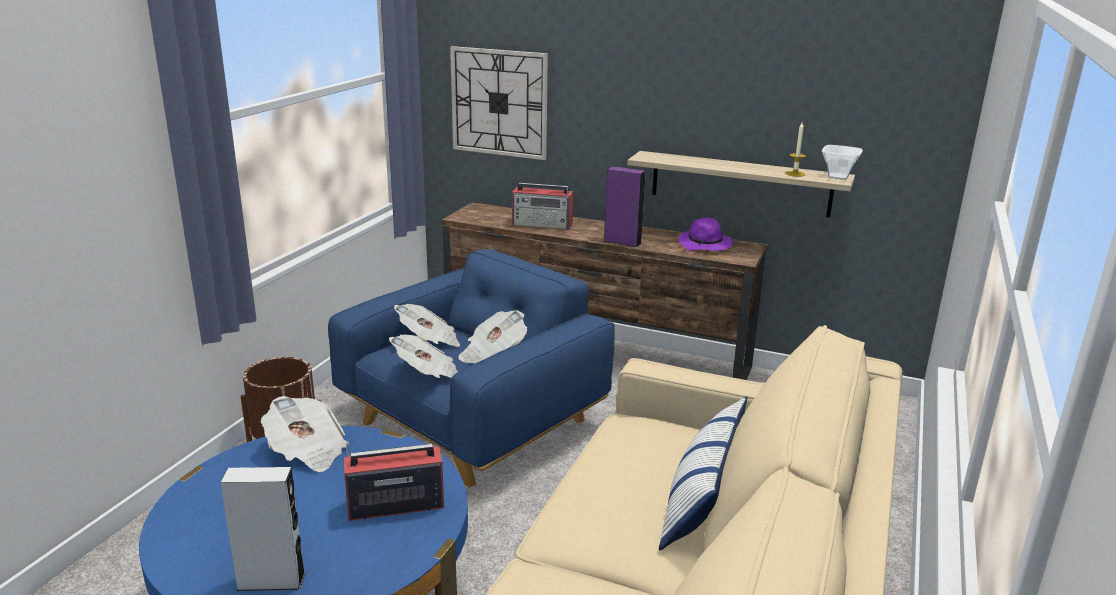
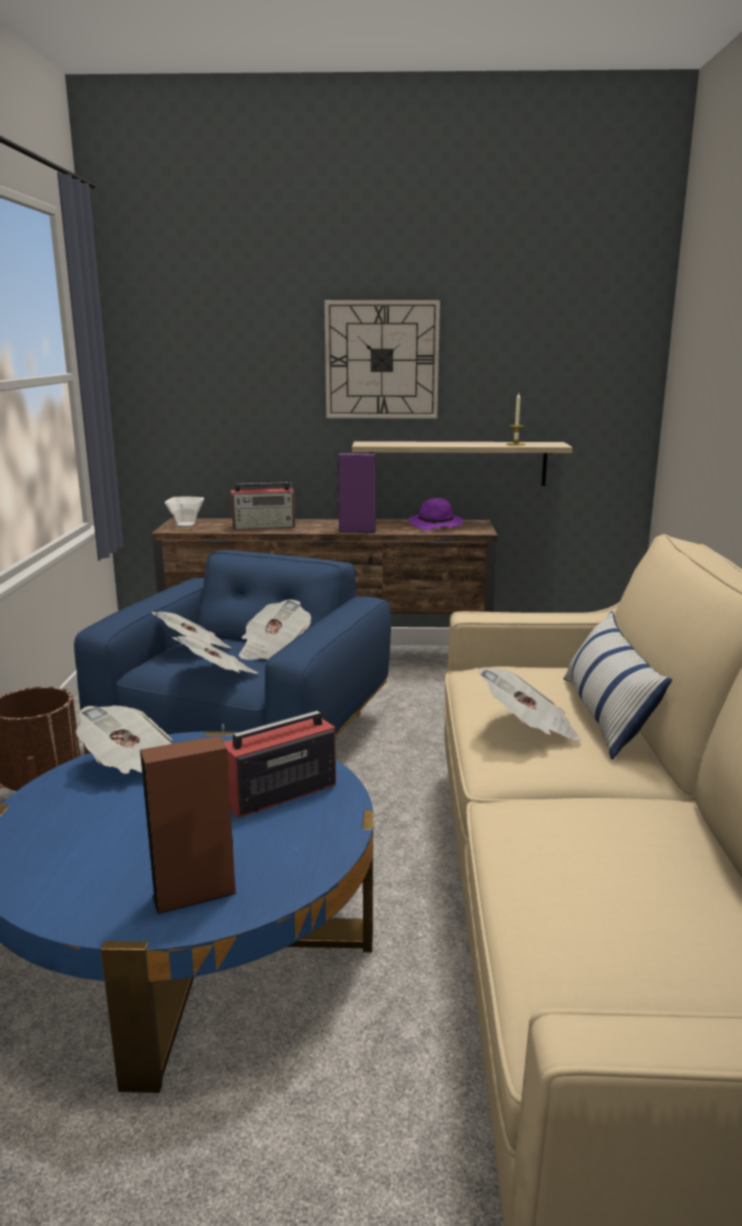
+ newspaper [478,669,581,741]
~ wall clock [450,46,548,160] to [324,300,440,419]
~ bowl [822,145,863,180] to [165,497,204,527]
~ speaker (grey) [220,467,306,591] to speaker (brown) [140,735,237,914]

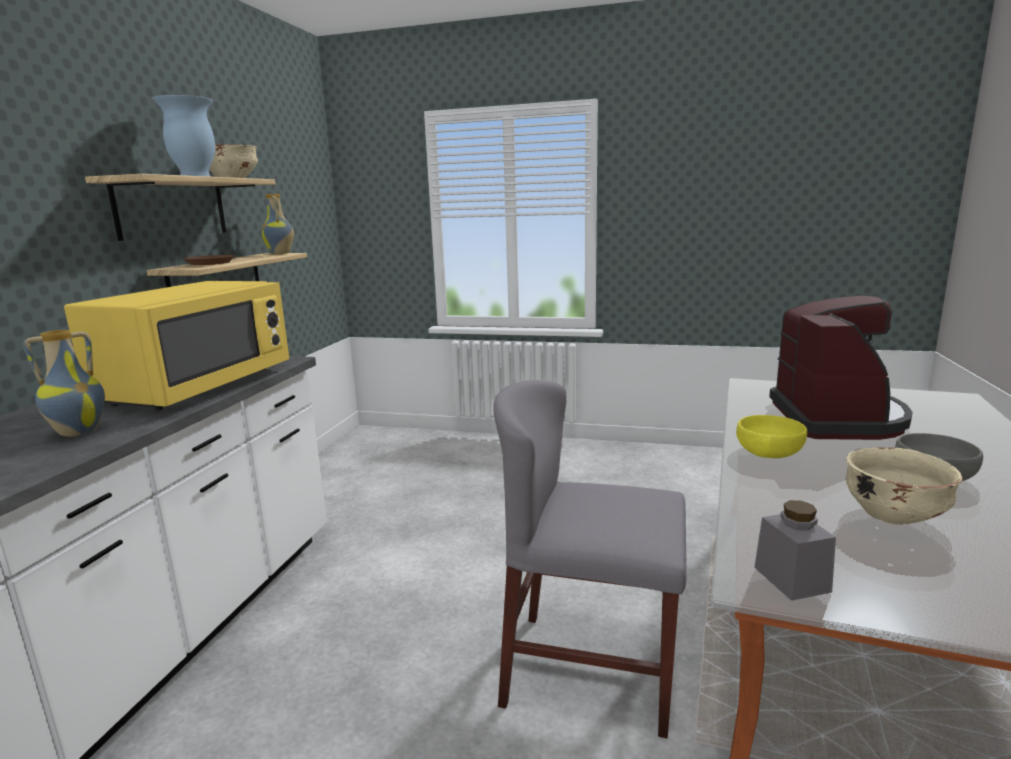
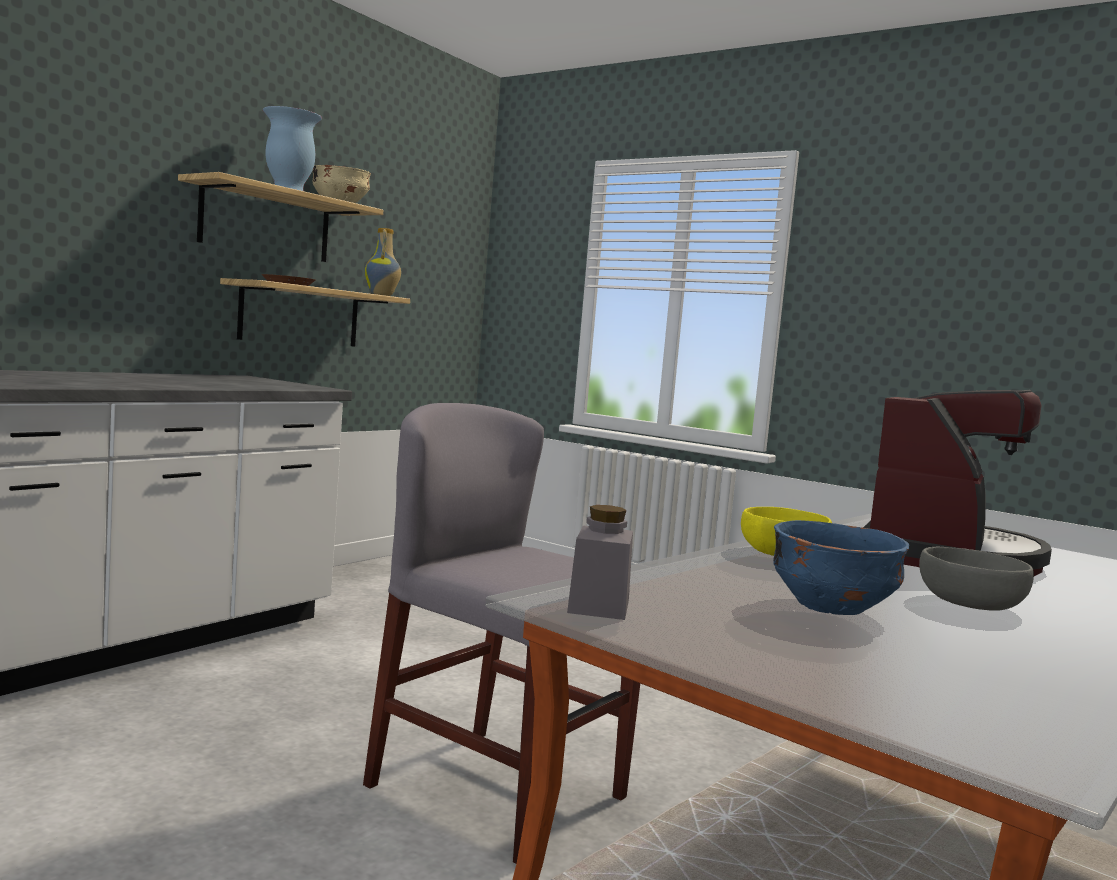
- vase [23,330,105,437]
- microwave (yellow) [64,281,289,411]
~ bowl (beige) [846,447,962,525] to bowl (blue) [773,520,910,615]

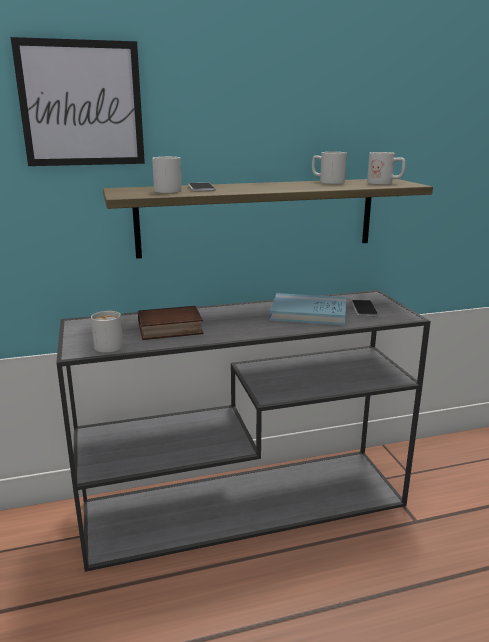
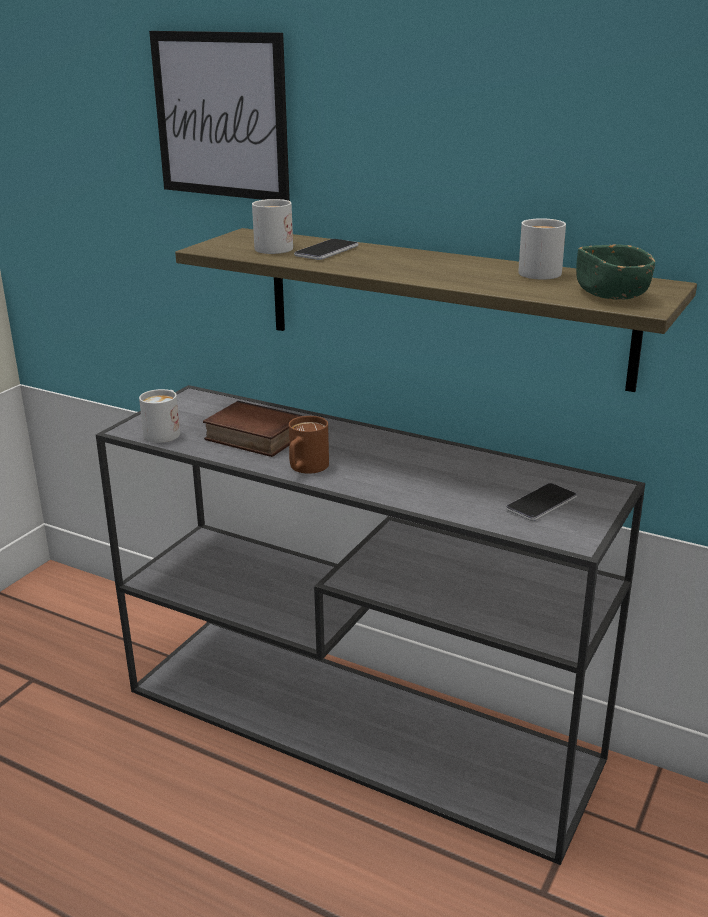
- book (blue) [269,293,346,325]
+ mug (brown) [289,416,329,474]
~ mug (white) [367,152,405,185] to bowl (green) [576,244,655,300]

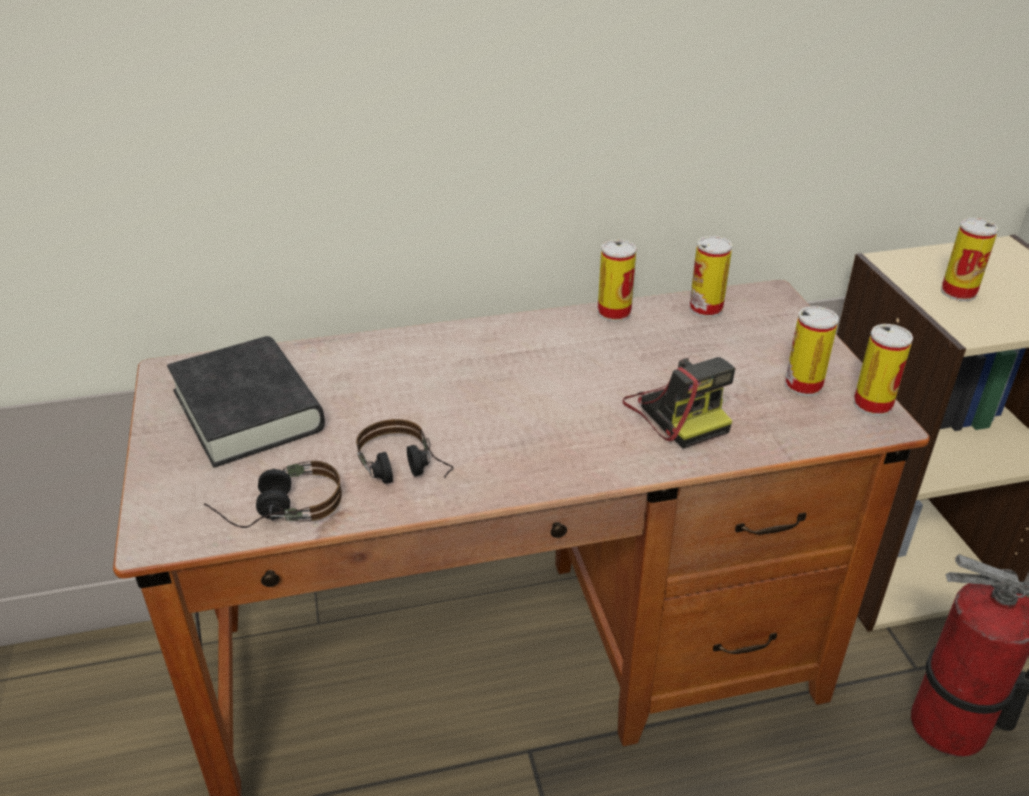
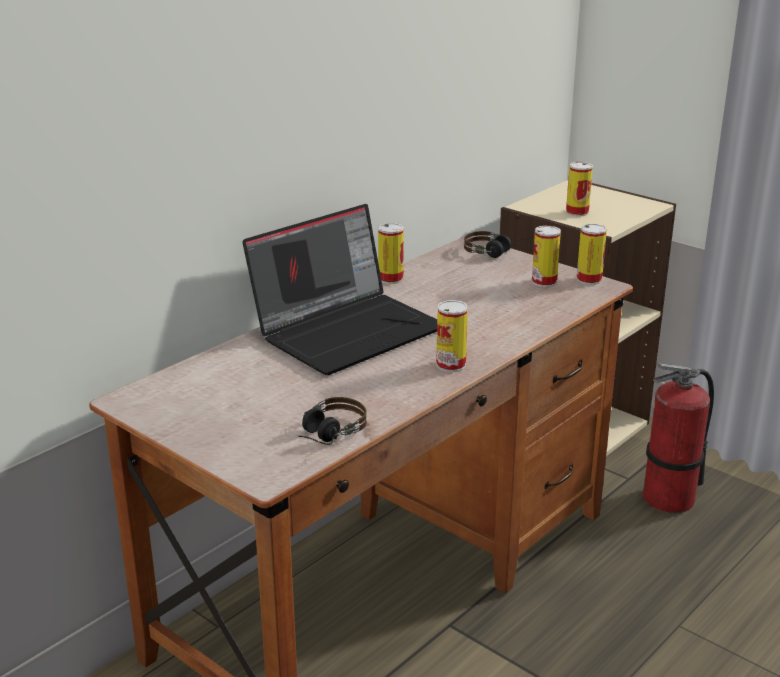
- book (black) [167,336,325,468]
- photo camera [622,357,736,448]
+ laptop [243,204,437,375]
~ headphones [356,419,454,484] to [464,231,535,258]
~ can [689,236,733,317] to [436,300,468,372]

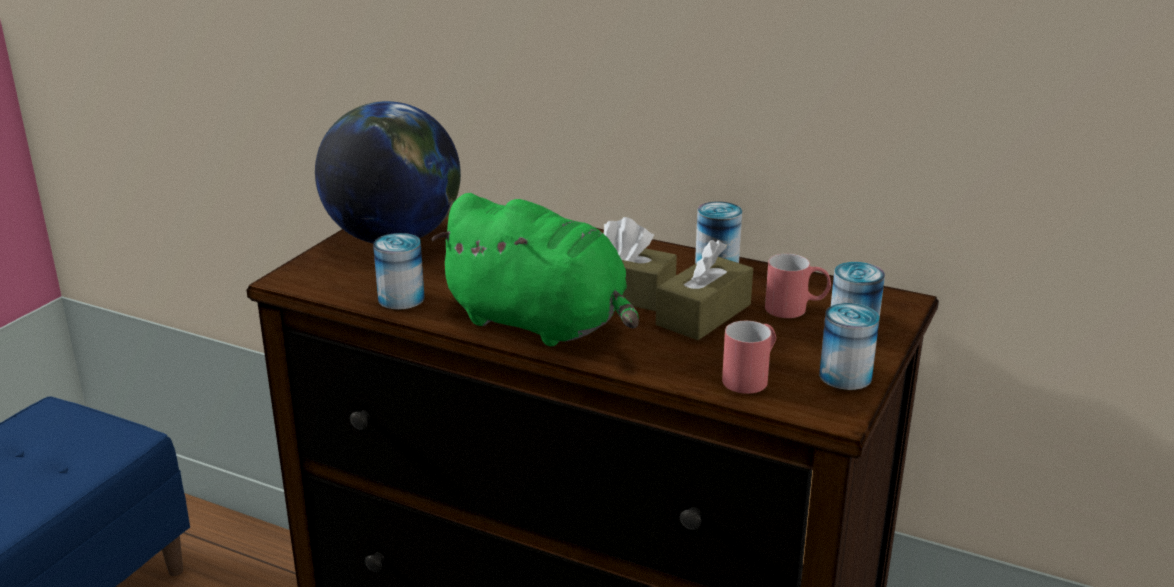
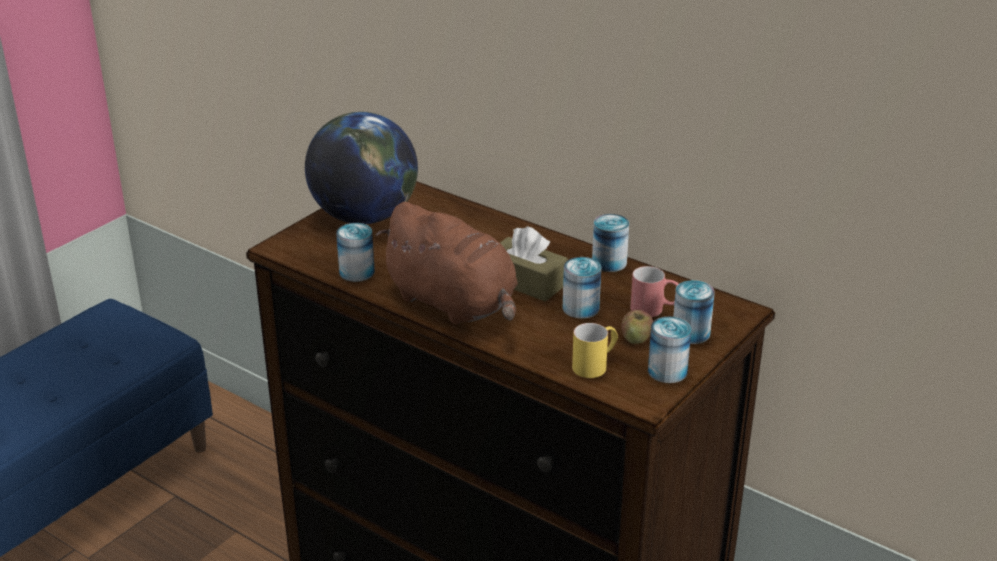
+ apple [621,310,653,344]
~ tissue box (brown) [656,240,753,340] to can [563,257,601,319]
~ plush toy (green) [431,193,639,346] to plush toy (brown) [376,202,518,325]
~ mug (red) [722,321,776,394] to mug (yellow) [572,323,618,378]

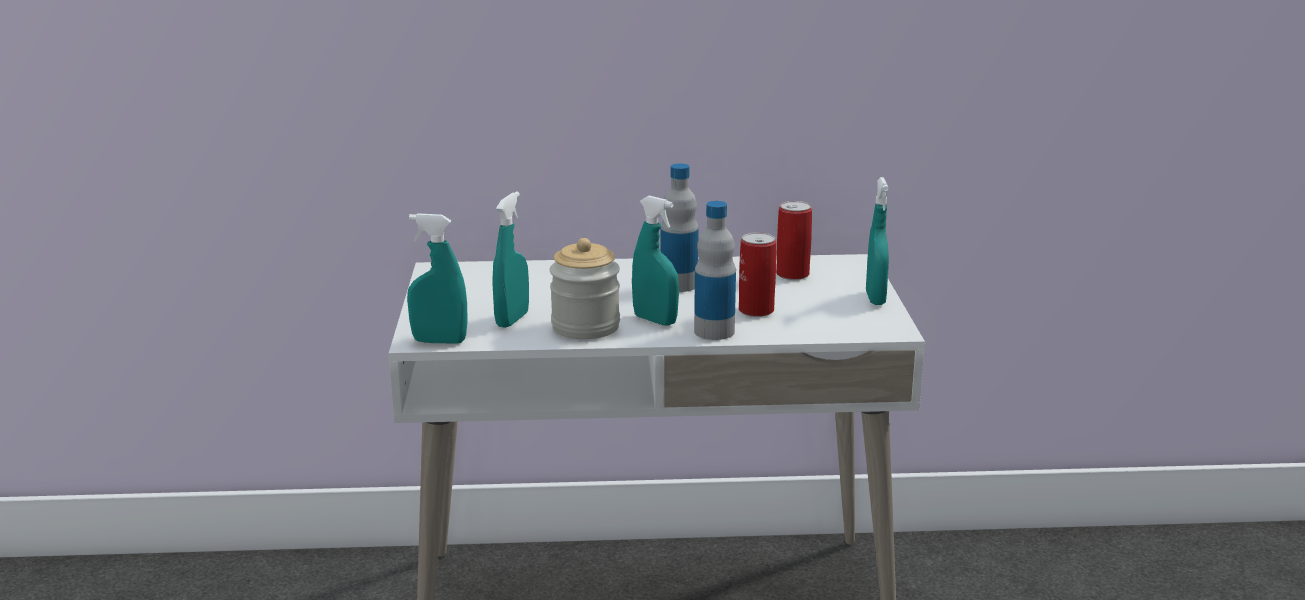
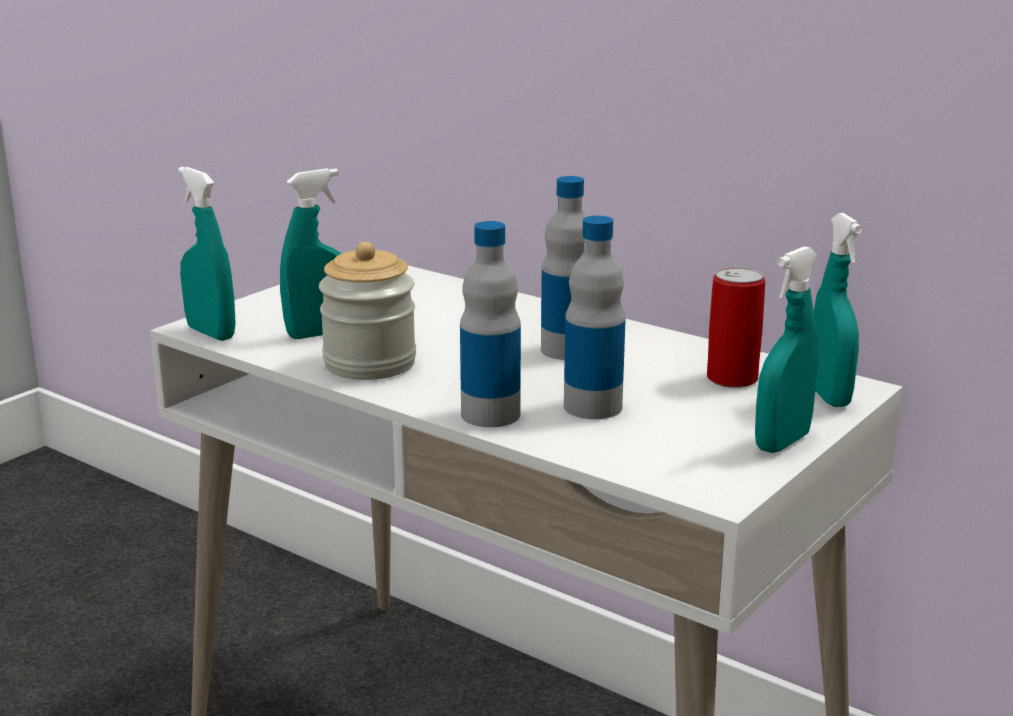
~ spray bottle (turquoise) [632,196,679,326] to [814,213,862,407]
~ can [739,232,776,317] to bottle [564,216,626,419]

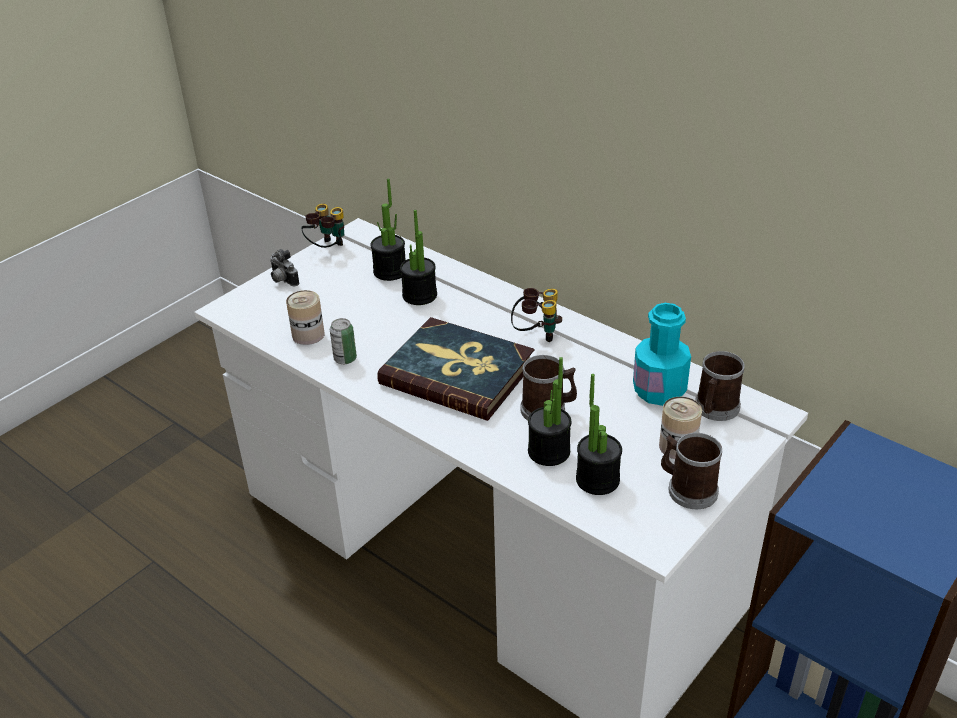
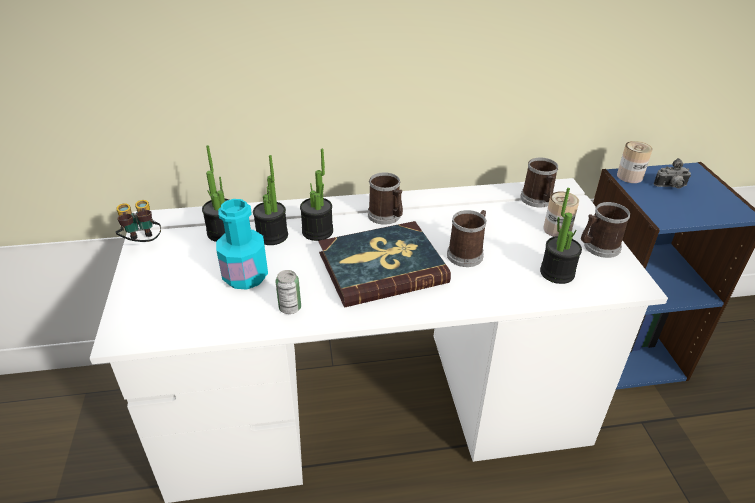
~ photo camera [270,249,299,286] to [654,158,691,189]
~ can [286,290,325,345] to [617,141,653,183]
~ potted plant [528,357,571,466] to [300,149,333,241]
~ bottle (turquoise) [633,303,691,406] to [216,199,268,290]
~ binoculars [511,288,562,342] to mug [368,172,403,225]

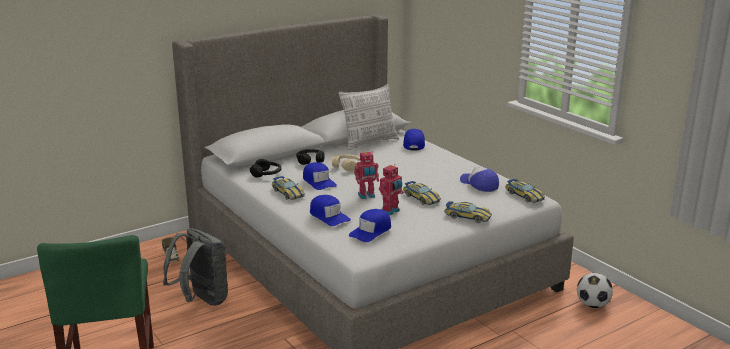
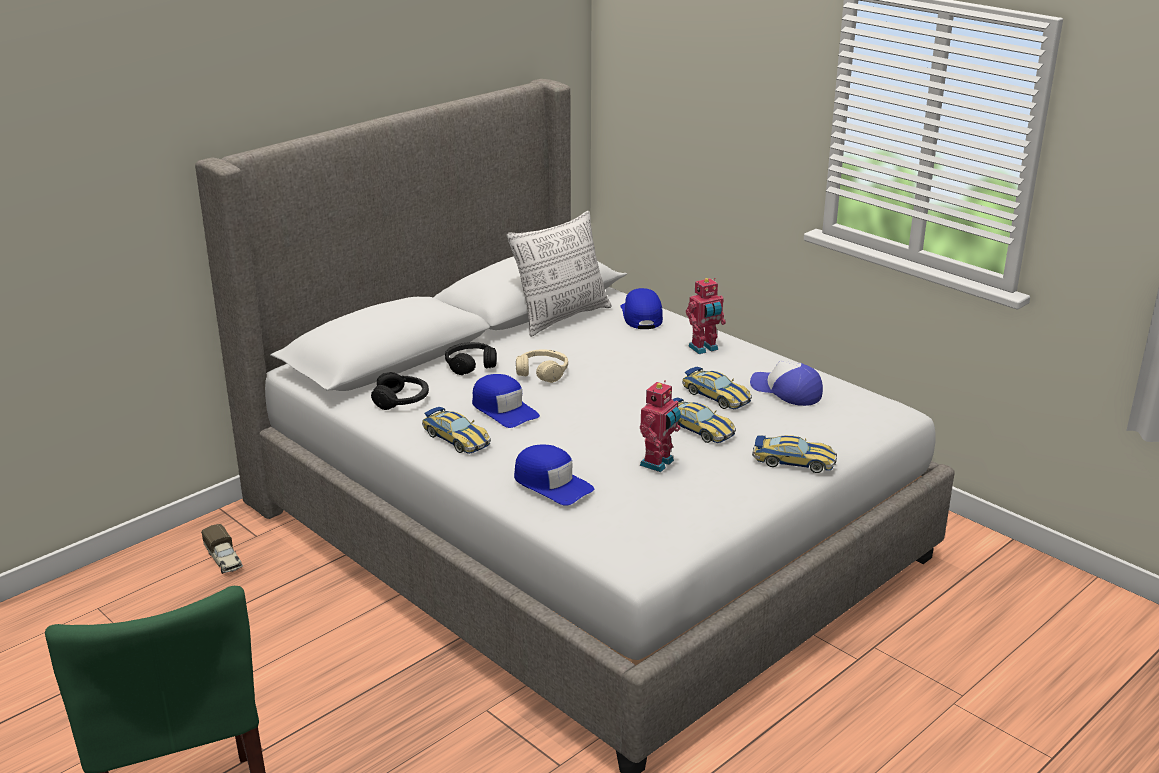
- backpack (grey) [163,228,228,306]
- cap (blue) [349,209,391,242]
- football [577,273,613,308]
~ toy robot [354,151,379,199] to [686,278,726,354]
~ toy car [505,179,545,203] to [682,367,752,409]

